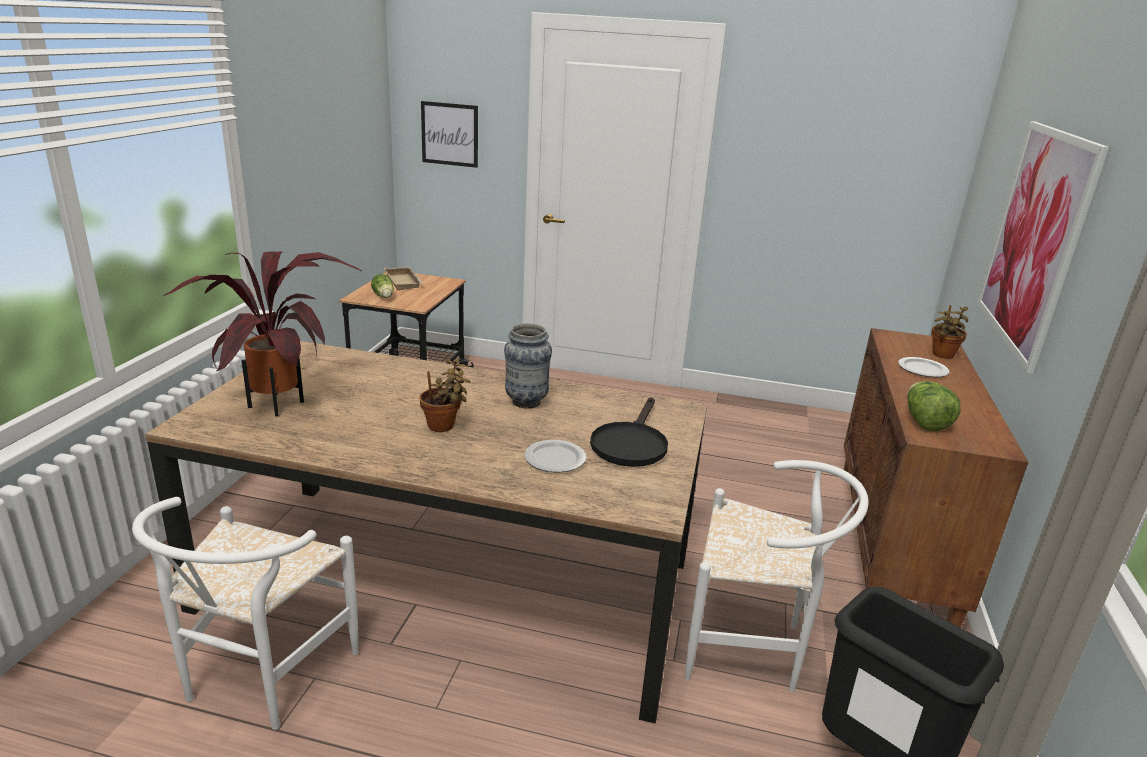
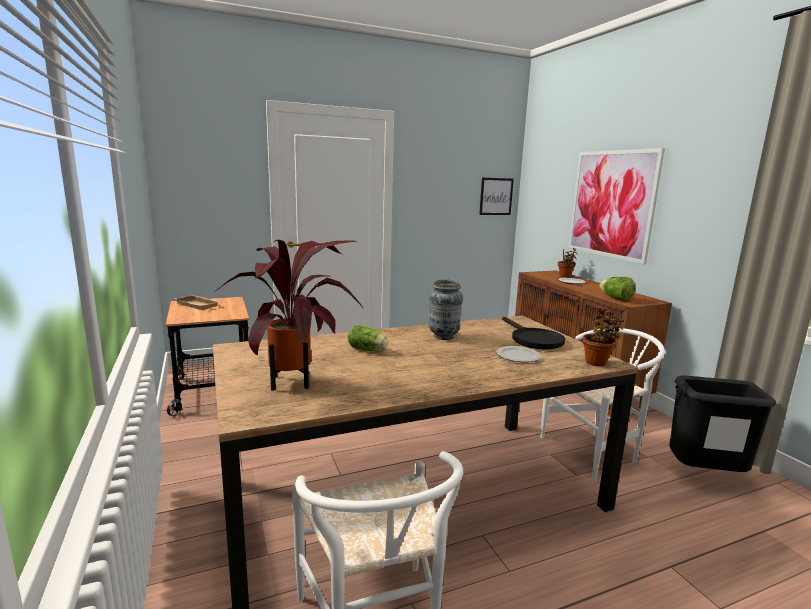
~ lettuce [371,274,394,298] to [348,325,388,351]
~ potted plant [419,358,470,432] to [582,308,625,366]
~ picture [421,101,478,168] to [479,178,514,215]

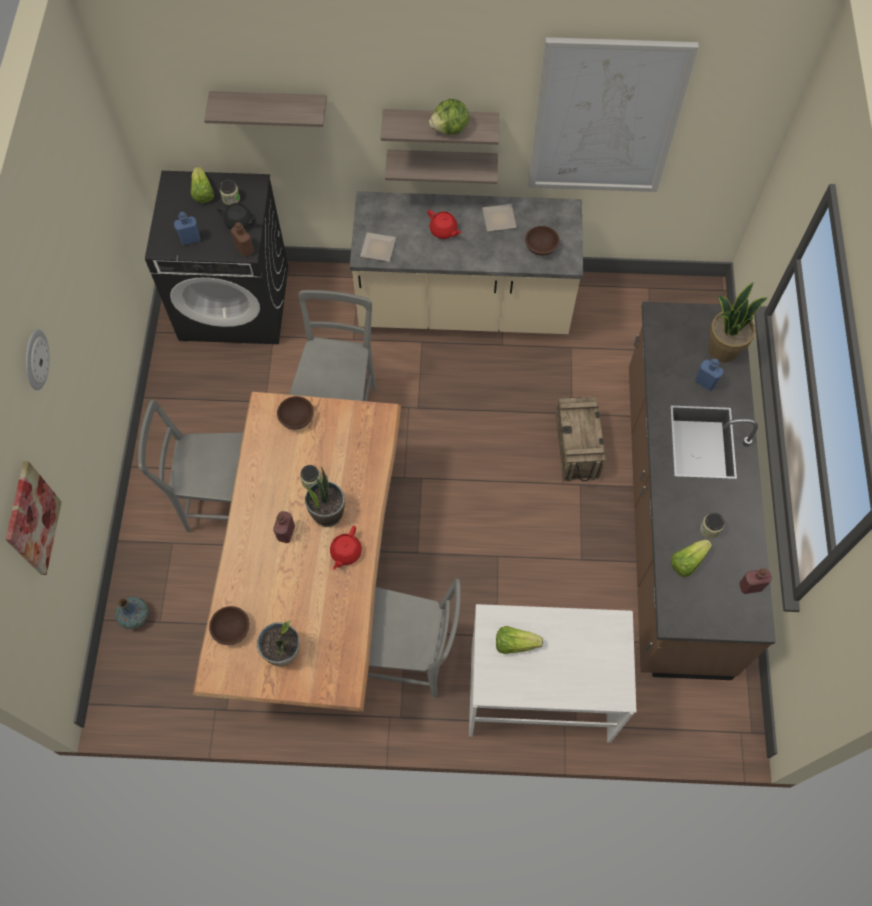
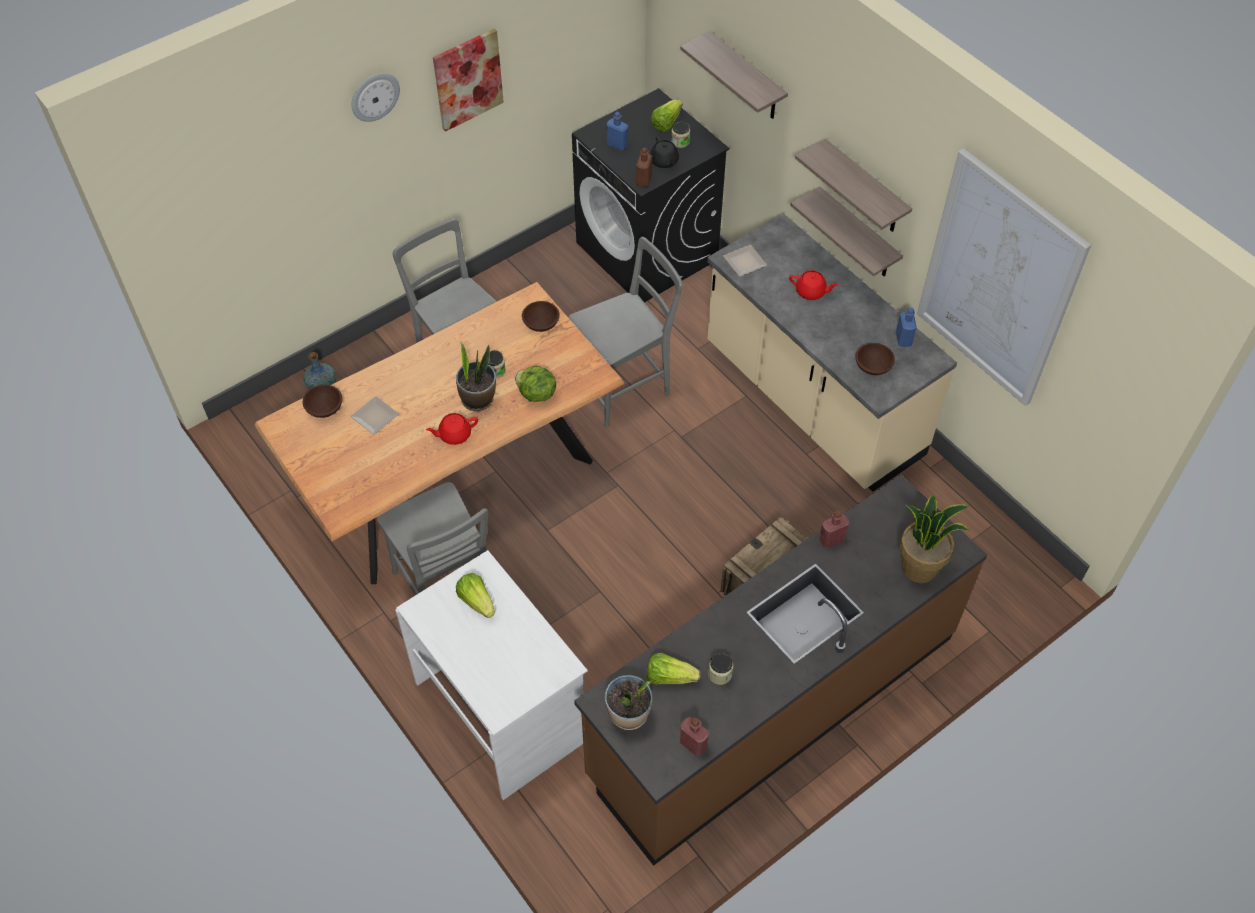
~ picture [5,461,62,575] to [433,29,504,132]
~ potted plant [257,621,300,666] to [605,675,653,730]
~ bottle (red) [273,511,295,543] to [819,510,849,549]
~ lettuce [429,99,469,135] to [515,366,556,402]
~ plate [482,204,517,231] to [350,396,399,435]
~ bottle (blue) [695,359,723,391] to [896,308,917,347]
~ teapot (red) [428,210,462,239] = [789,270,839,300] 75 degrees counterclockwise

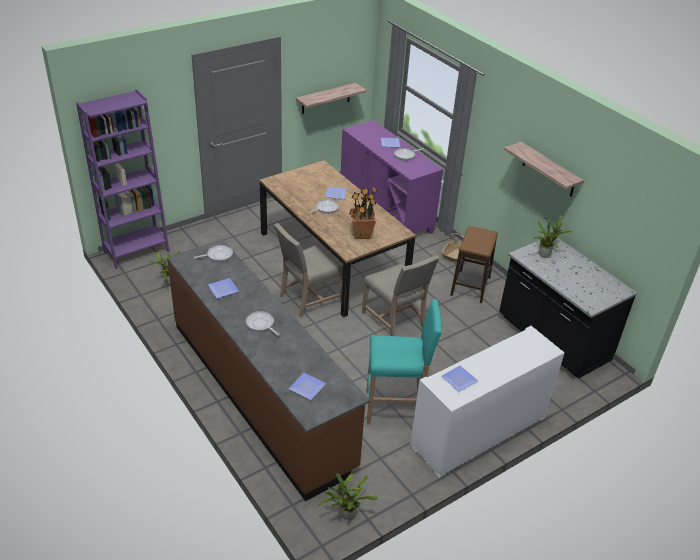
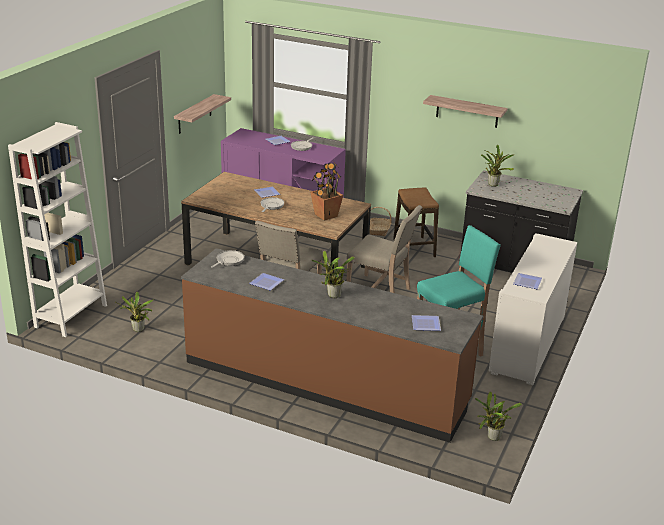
~ frying pan [246,311,280,336] to potted plant [312,251,355,298]
~ bookcase (purple) [76,89,170,269] to bookcase (white) [8,122,107,337]

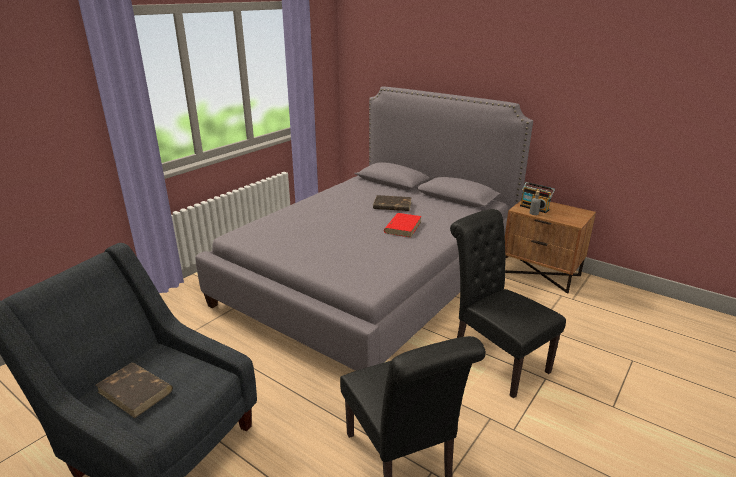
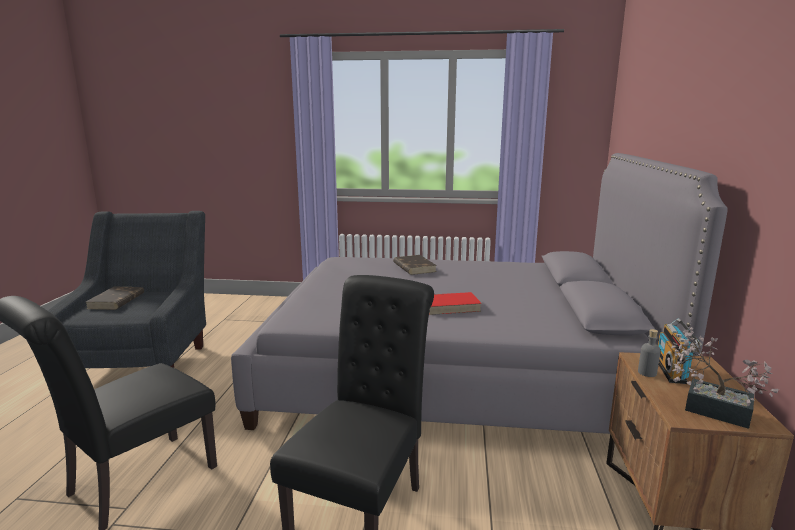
+ potted plant [667,327,779,429]
~ book (brown) [373,195,412,211] to [393,255,437,275]

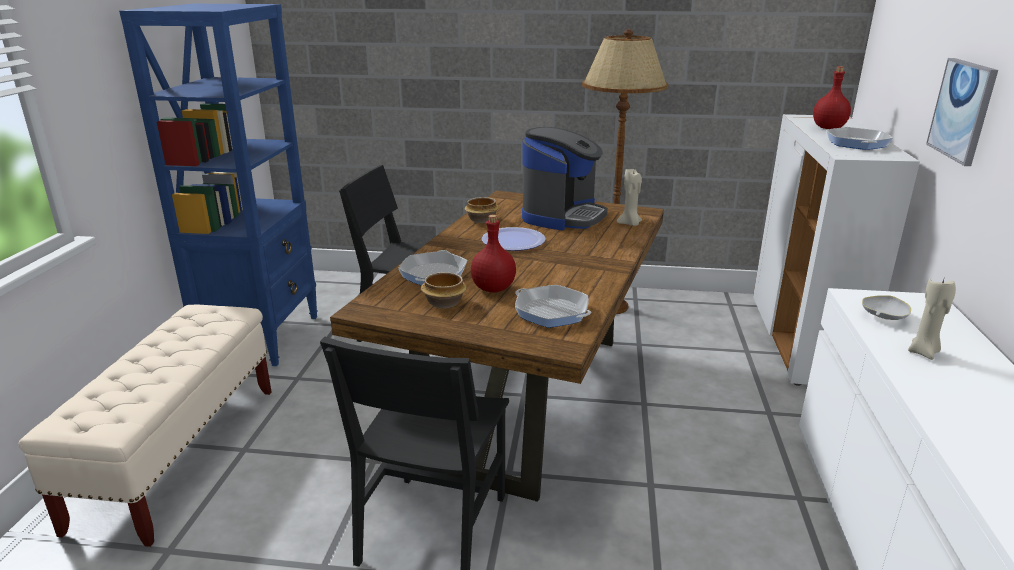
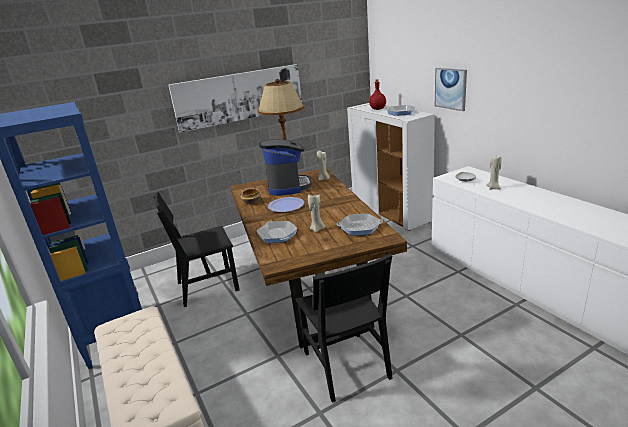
- bowl [421,272,467,308]
+ picture [168,64,302,133]
~ bottle (red) [471,215,516,293] to candle (beige) [308,194,325,233]

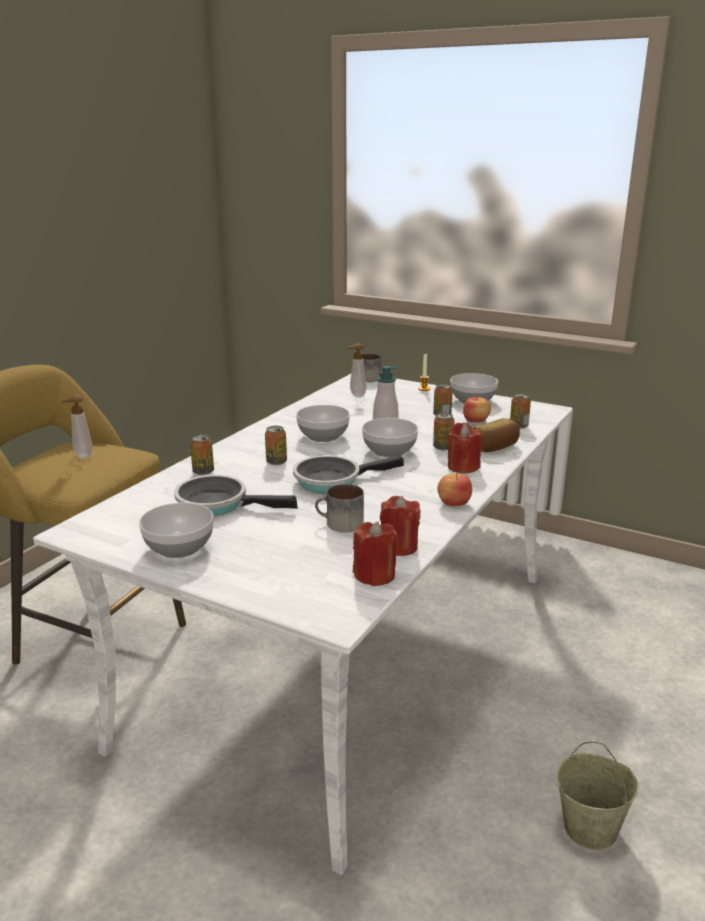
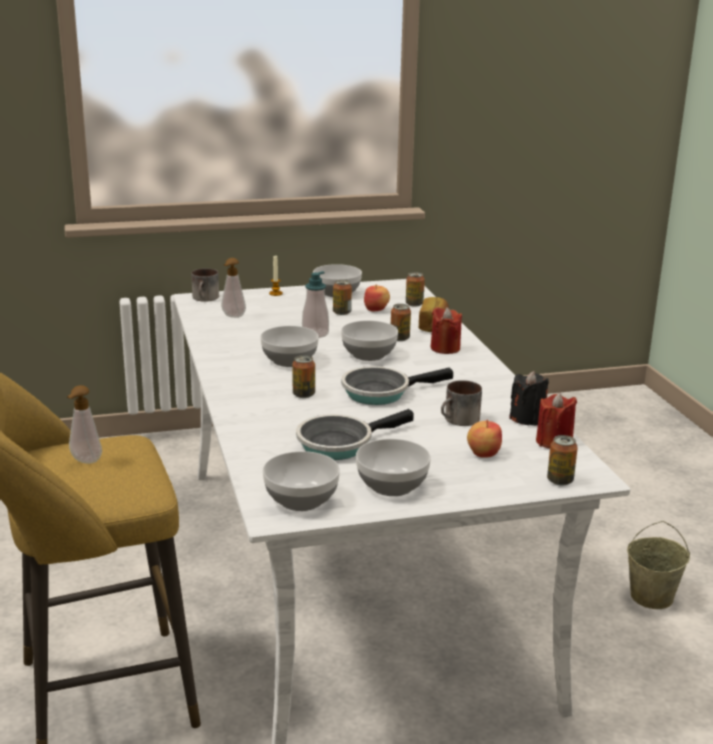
+ bowl [263,451,340,511]
~ can [190,434,214,475] to [547,435,578,485]
~ apple [437,472,472,506] to [467,420,502,458]
~ candle (red) [380,496,421,556] to candle (black) [509,371,549,426]
~ frying pan [293,455,404,493] = [341,366,453,405] 45 degrees clockwise

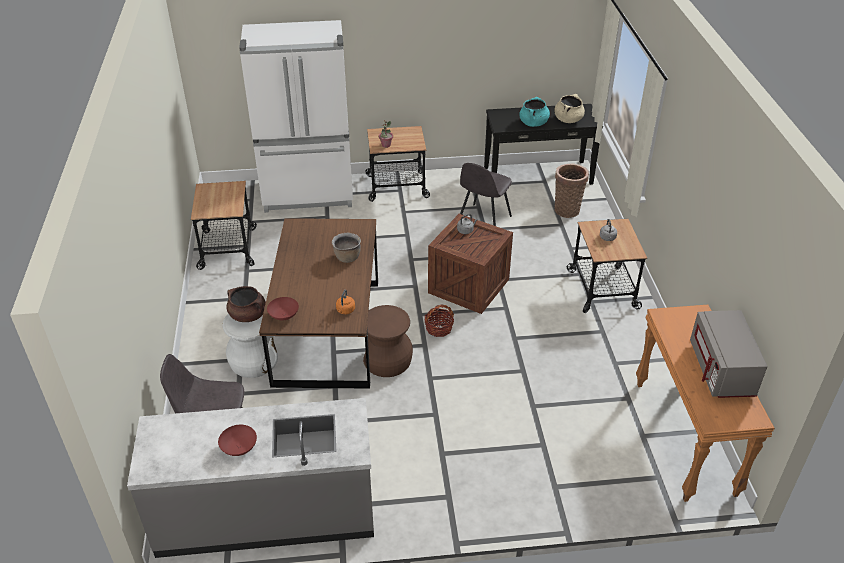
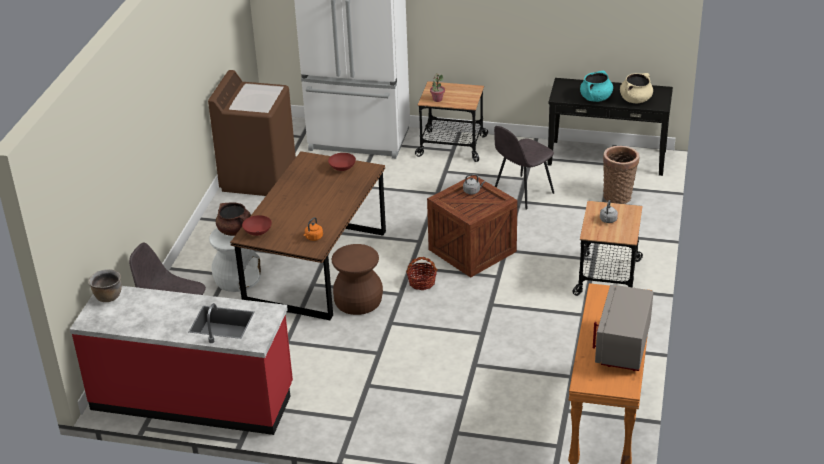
~ bowl (red) [218,425,257,456] to [328,153,356,171]
~ cooking pot (brown) [332,233,361,263] to [88,270,122,302]
~ cart [191,181,257,270] to washing machine (brown) [208,70,296,196]
~ counter (grey) [127,398,374,558] to counter (red) [70,286,293,435]

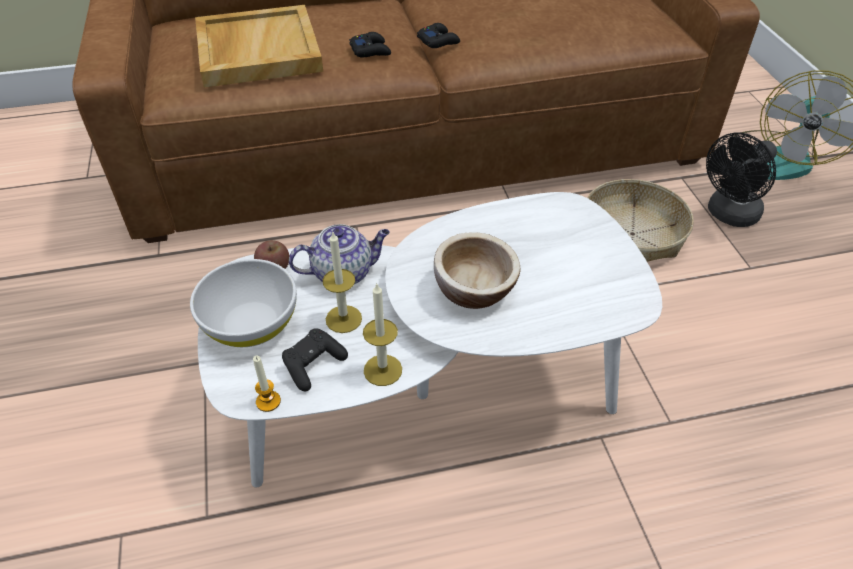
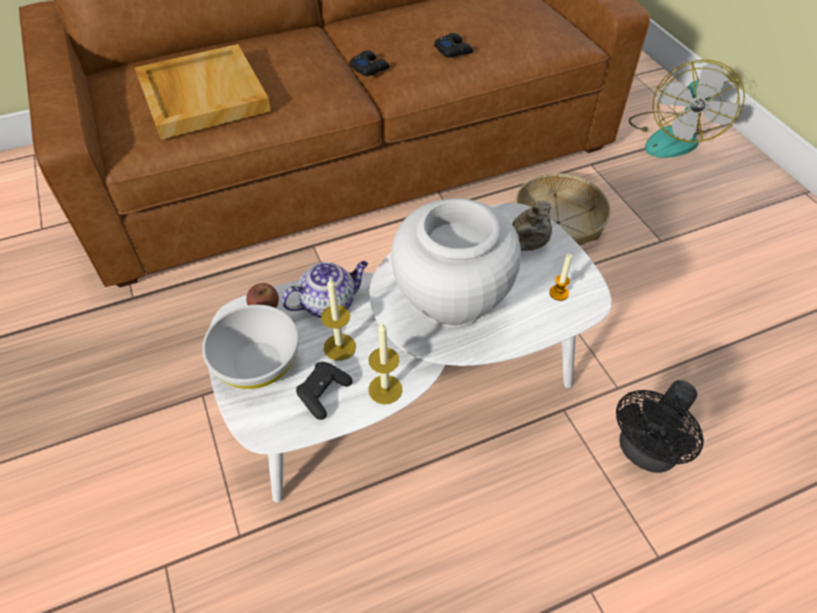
+ teapot (beige) [512,200,552,251]
~ candle [253,356,281,412] to [549,253,572,301]
~ game controller (black) [349,32,391,57] to [434,33,473,58]
~ fan (black) [706,132,777,227] to [616,380,704,473]
~ bowl [434,232,521,309] to vase (white) [391,198,521,329]

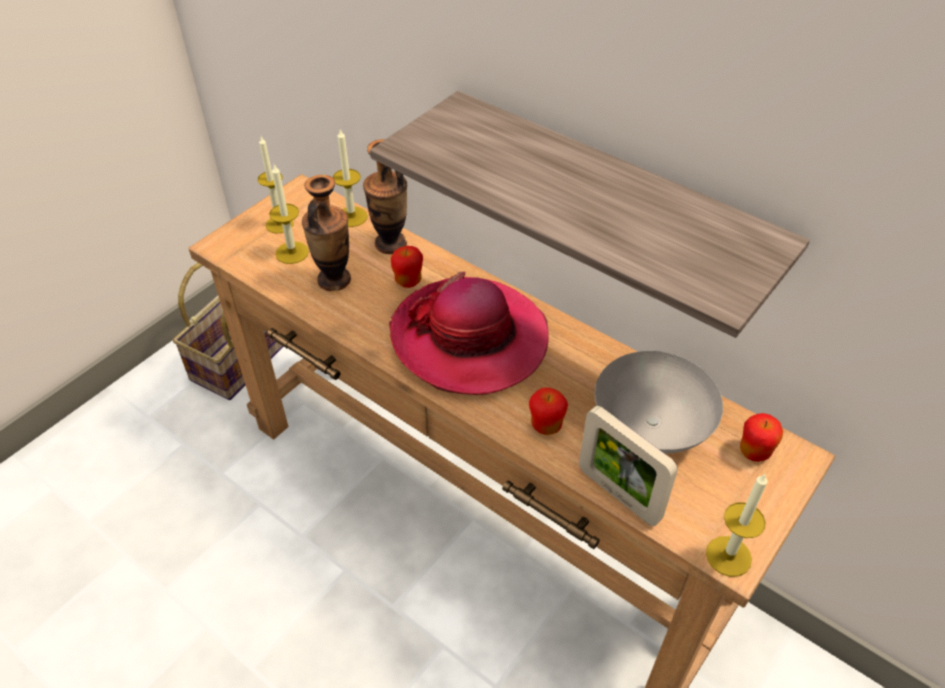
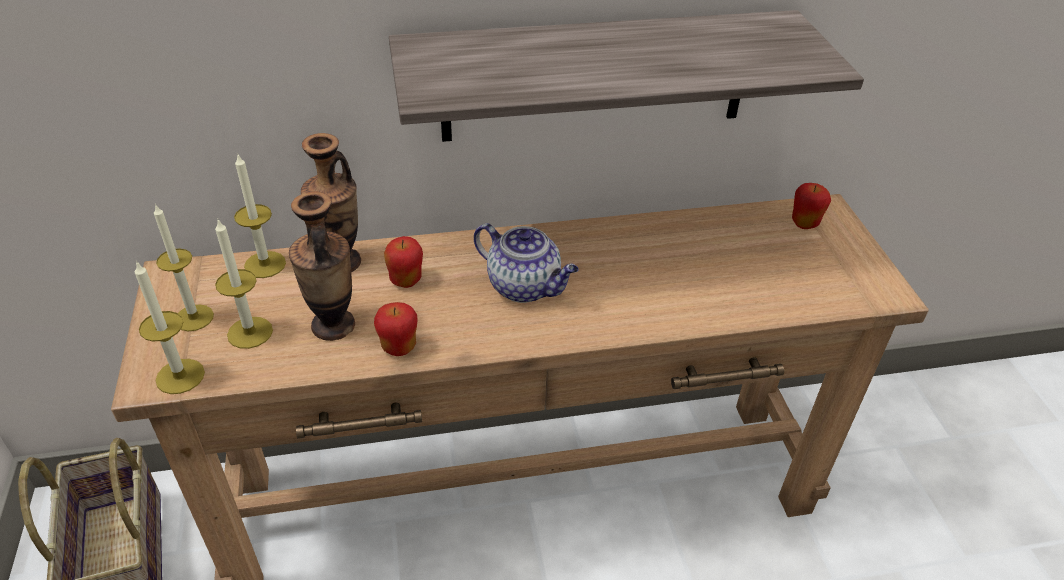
- picture frame [579,406,678,526]
- bowl (white) [595,351,723,454]
~ apple [529,388,568,435] to [374,302,418,356]
~ candle [706,474,768,577] to [135,261,205,394]
~ hat [389,272,549,395] to teapot [474,223,579,303]

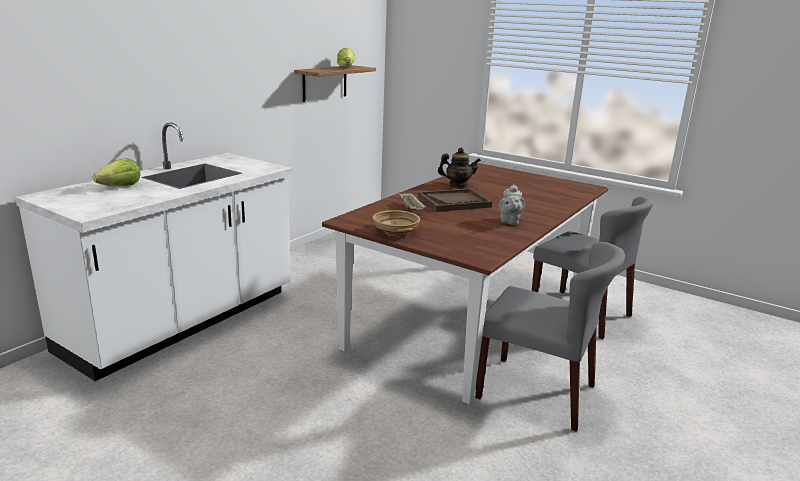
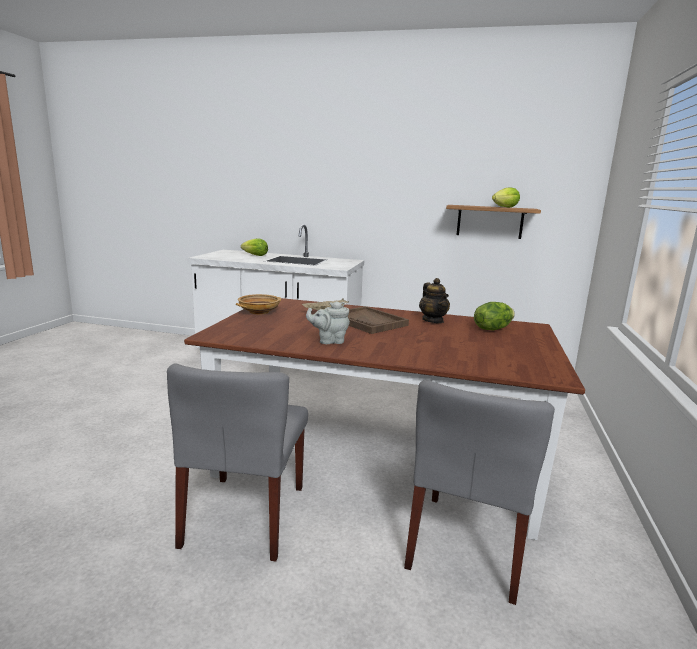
+ lettuce [474,302,515,330]

